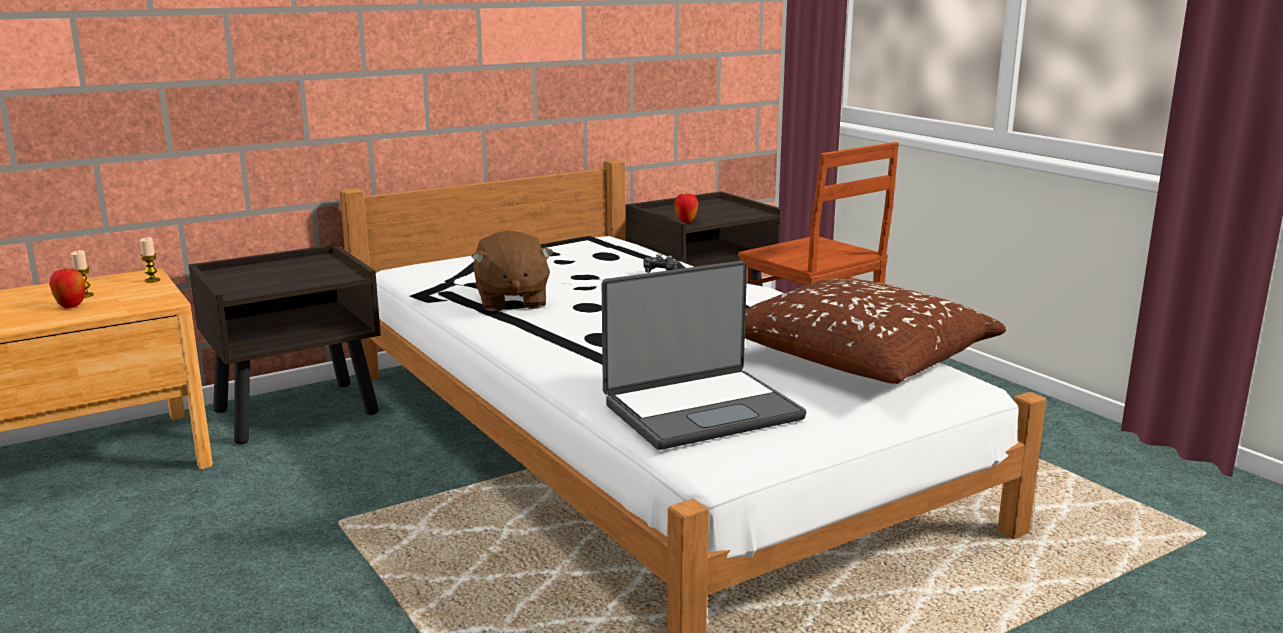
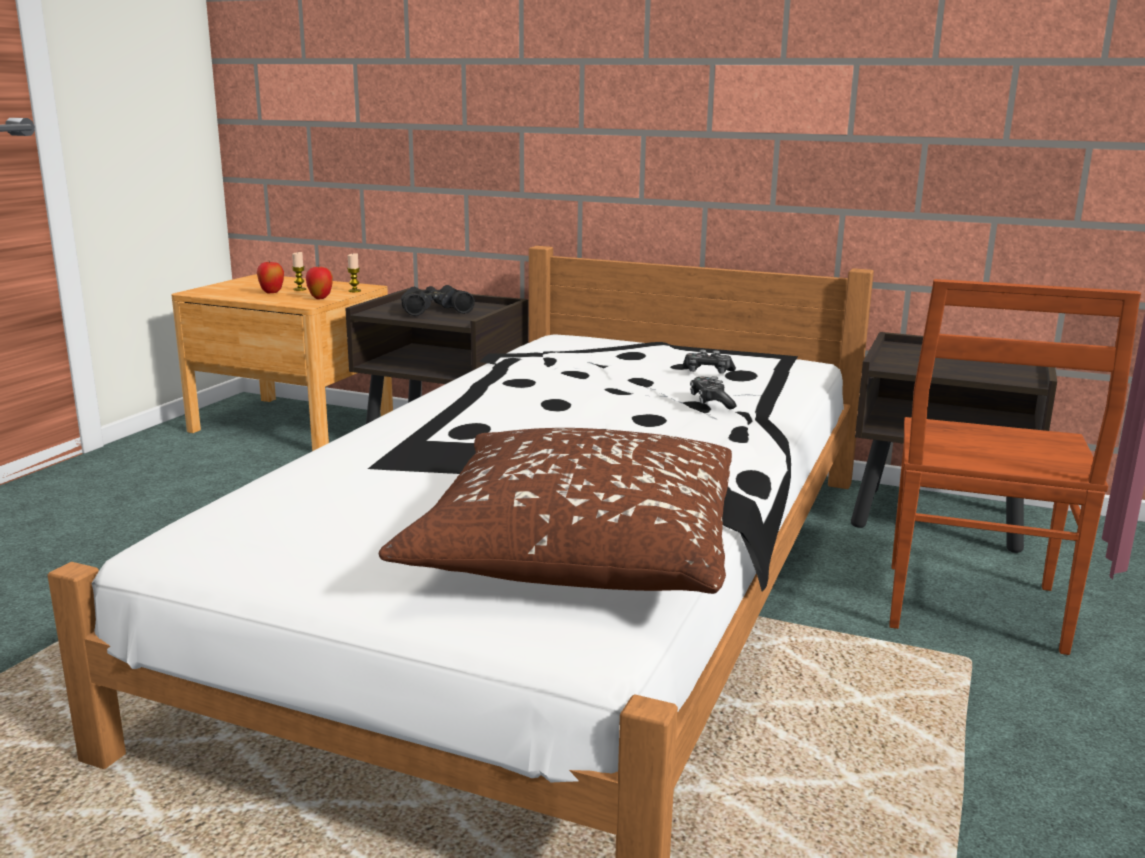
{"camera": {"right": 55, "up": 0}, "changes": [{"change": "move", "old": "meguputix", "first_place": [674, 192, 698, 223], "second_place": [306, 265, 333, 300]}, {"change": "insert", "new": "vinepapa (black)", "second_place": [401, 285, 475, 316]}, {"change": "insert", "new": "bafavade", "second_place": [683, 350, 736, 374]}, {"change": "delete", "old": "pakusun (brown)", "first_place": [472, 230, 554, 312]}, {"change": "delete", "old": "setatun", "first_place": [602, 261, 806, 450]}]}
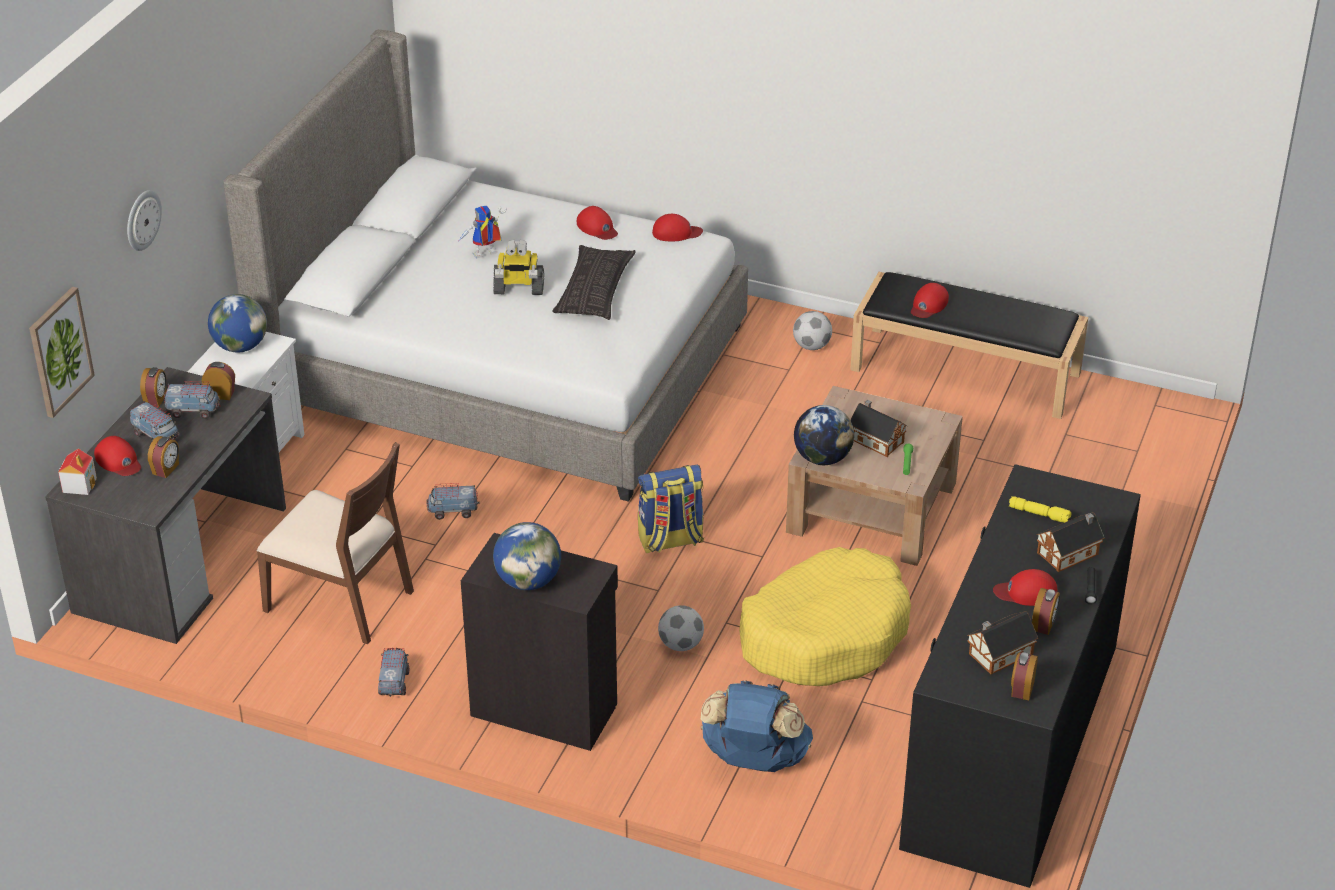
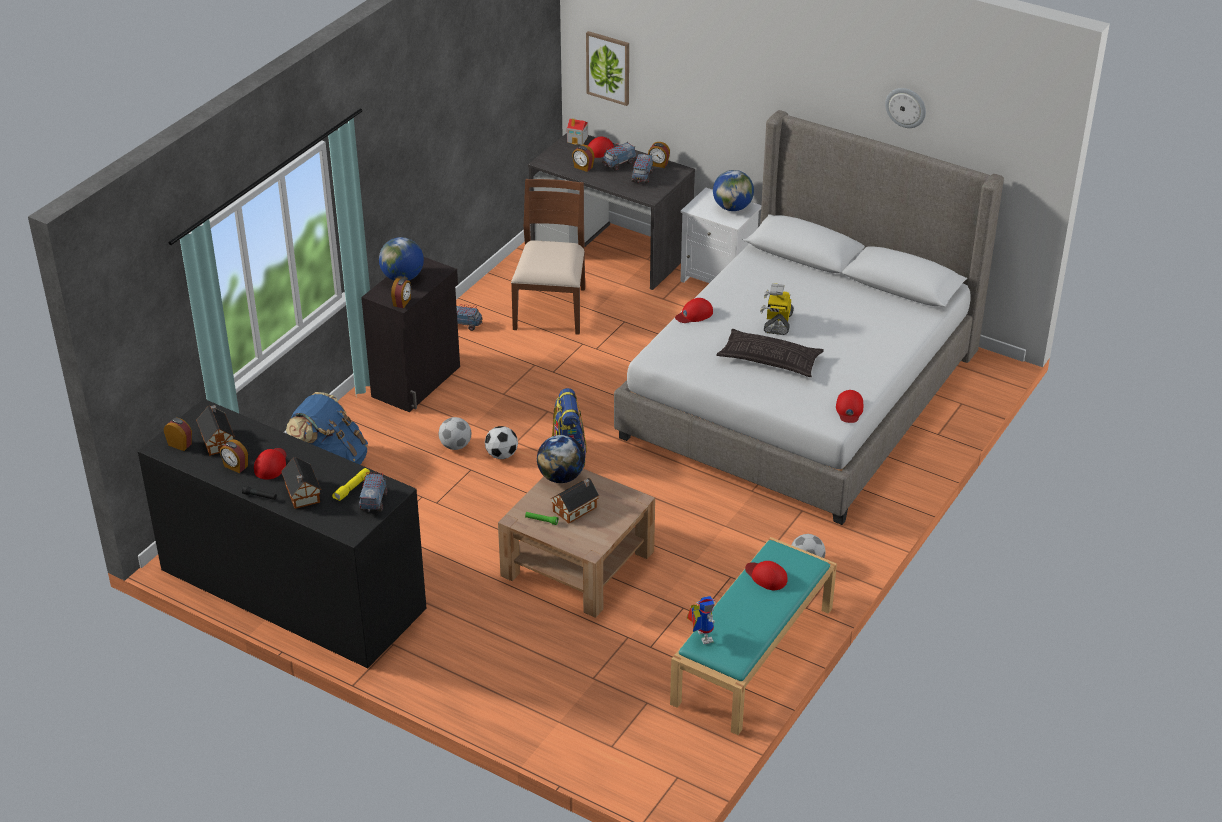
{"camera": {"right": 100, "up": 0}, "changes": [{"change": "move", "old": "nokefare", "first_place": [426, 483, 479, 520], "second_place": [359, 472, 387, 512]}, {"change": "move", "old": "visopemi", "first_place": [202, 362, 235, 400], "second_place": [391, 278, 411, 308]}, {"change": "insert", "new": "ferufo", "second_place": [485, 426, 518, 459]}, {"change": "rotate", "old": "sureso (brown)", "first_place": [257, 442, 414, 644], "second_place": [511, 179, 585, 335], "degrees": 150}, {"change": "recolor", "old": "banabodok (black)", "new": "banabodok (turquoise)", "first_place": [850, 272, 1088, 419], "second_place": [670, 537, 837, 735]}, {"change": "move", "old": "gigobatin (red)", "first_place": [577, 206, 618, 240], "second_place": [675, 298, 713, 323]}, {"change": "move", "old": "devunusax", "first_place": [457, 206, 507, 258], "second_place": [687, 596, 716, 644]}, {"change": "move", "old": "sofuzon", "first_place": [127, 190, 162, 251], "second_place": [885, 88, 926, 128]}, {"change": "delete", "old": "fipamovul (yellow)", "first_place": [739, 547, 911, 686]}]}
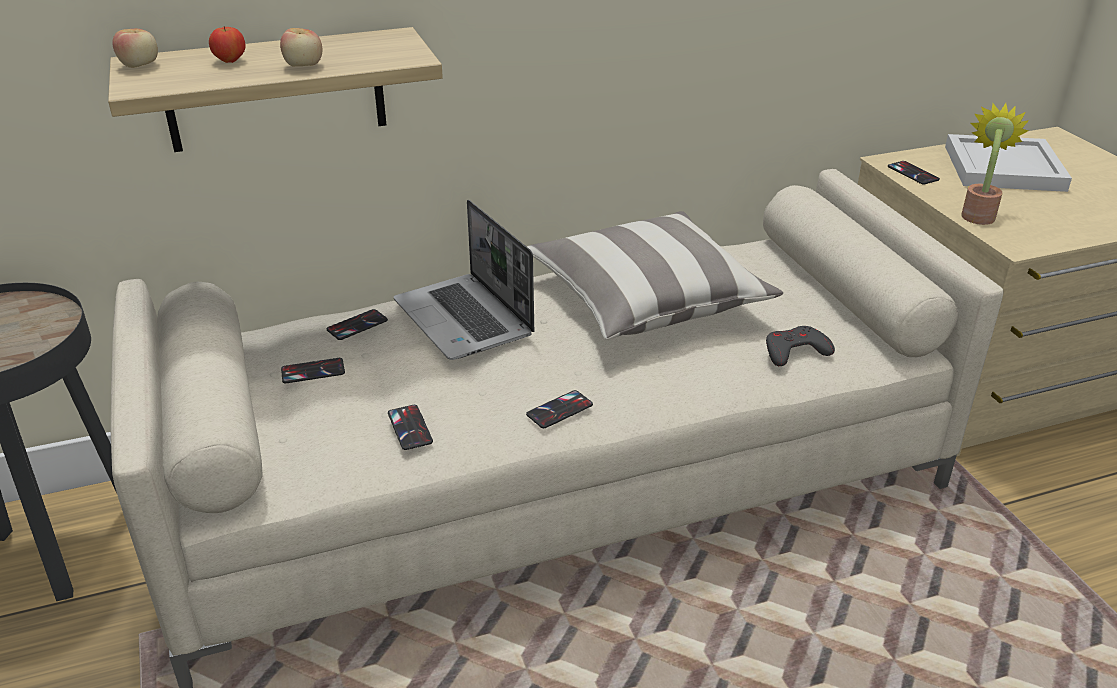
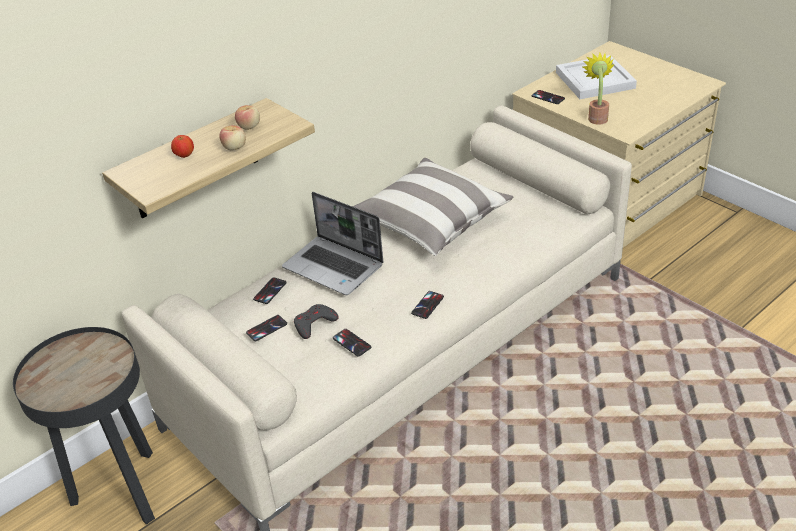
{"camera": {"right": -20, "up": 5}, "changes": [{"change": "move", "old": "meguputix", "first_place": [112, 29, 158, 68], "second_place": [235, 105, 260, 130]}, {"change": "move", "old": "bafavade (grey)", "first_place": [766, 326, 835, 366], "second_place": [294, 304, 339, 339]}]}
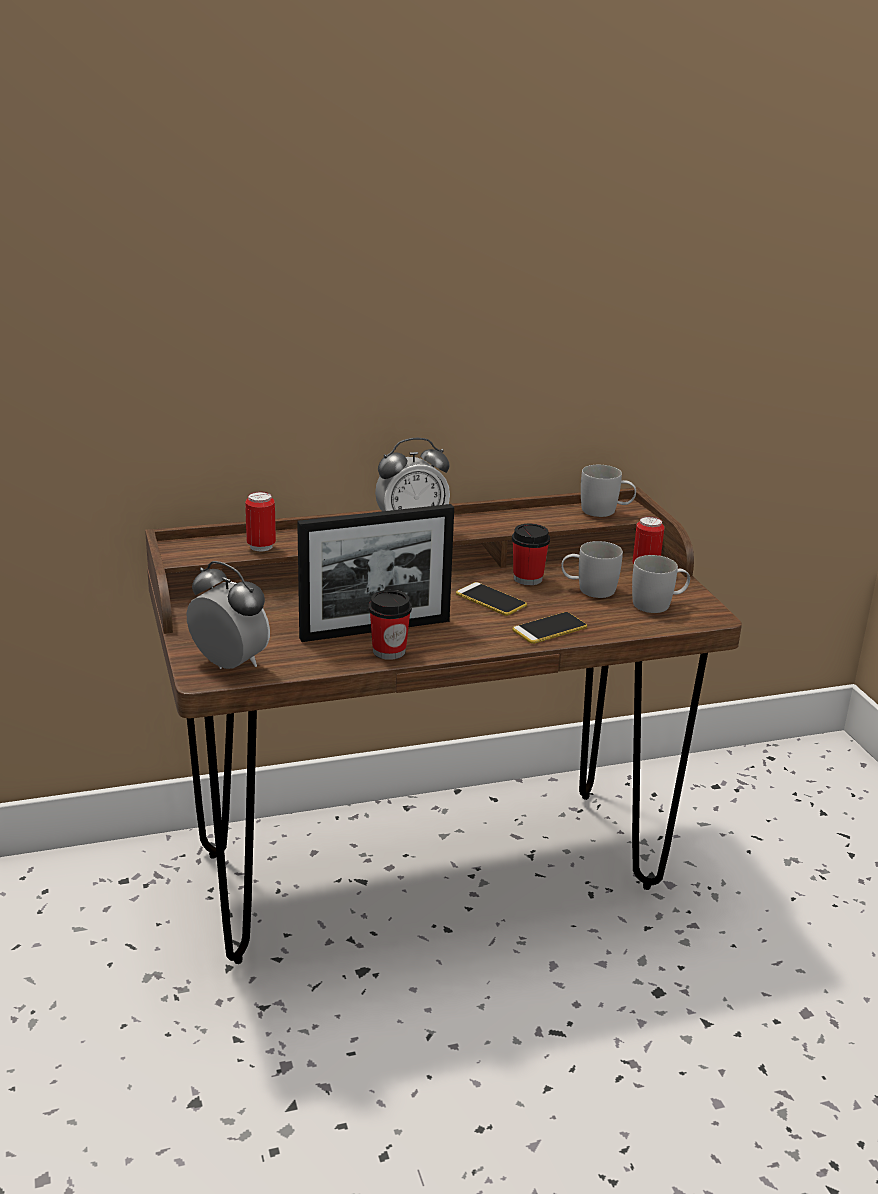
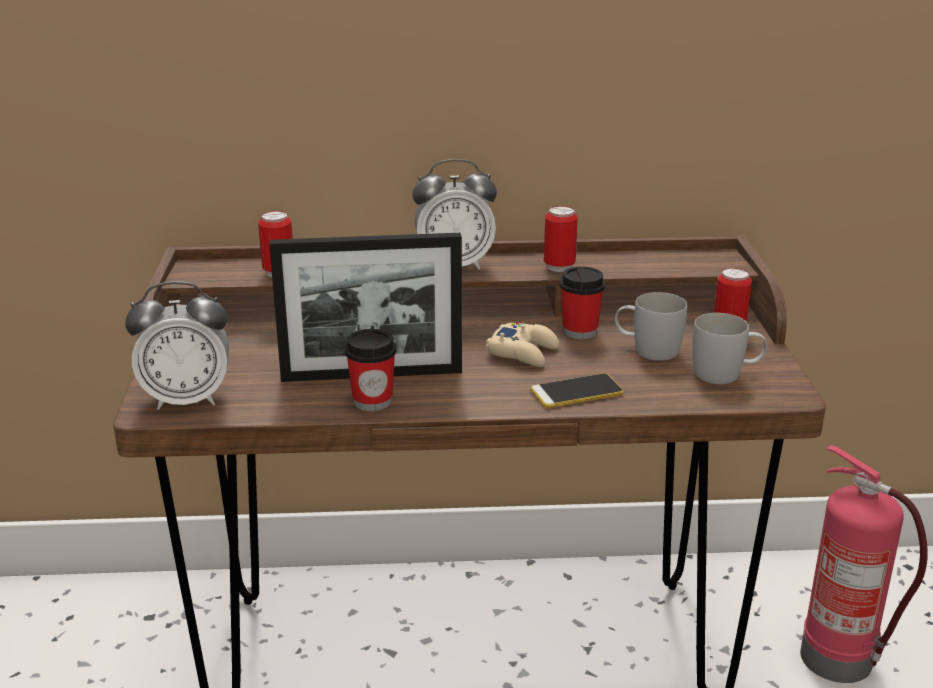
{"camera": {"right": 15, "up": 0}, "changes": [{"change": "rotate", "old": "visopemi", "first_place": [187, 561, 270, 669], "second_place": [125, 281, 229, 410], "degrees": 120}, {"change": "replace", "old": "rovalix", "new": "bafavade (beige)", "first_place": [456, 582, 527, 616], "second_place": [486, 322, 560, 367]}, {"change": "insert", "new": "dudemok", "second_place": [544, 206, 578, 272]}, {"change": "insert", "new": "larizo", "second_place": [800, 445, 928, 683]}, {"change": "delete", "old": "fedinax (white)", "first_place": [581, 465, 636, 517]}]}
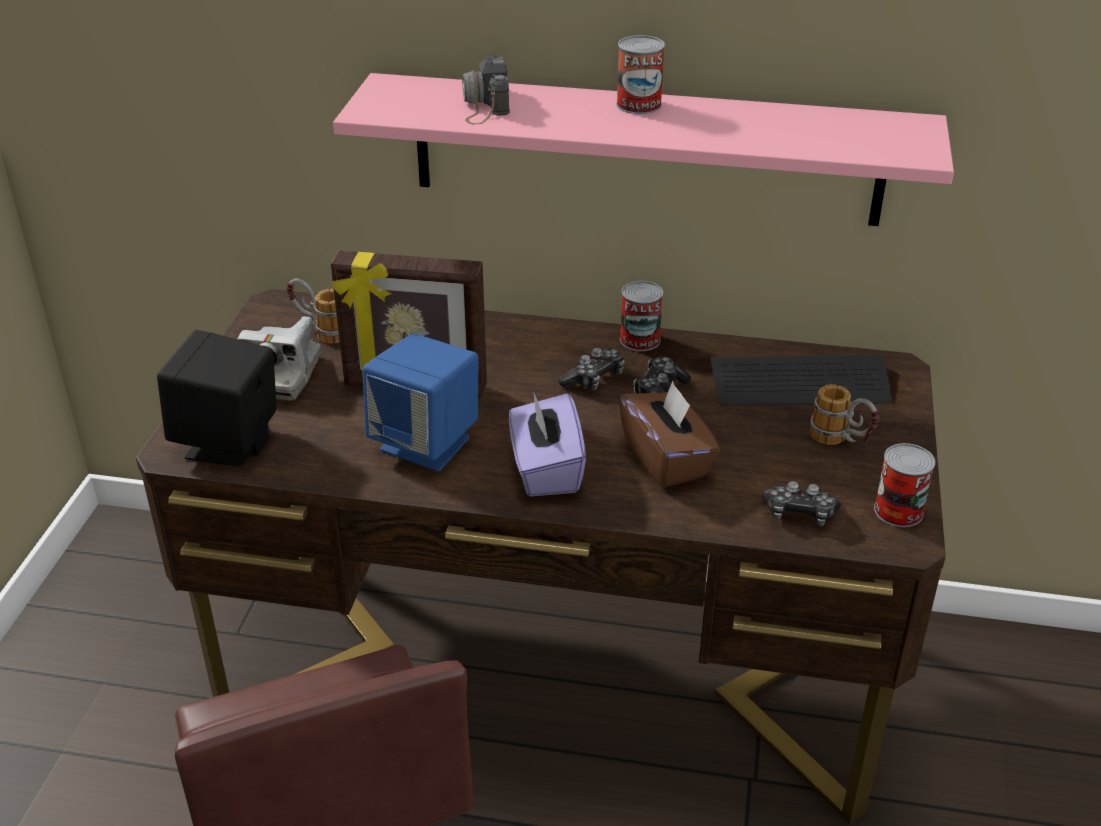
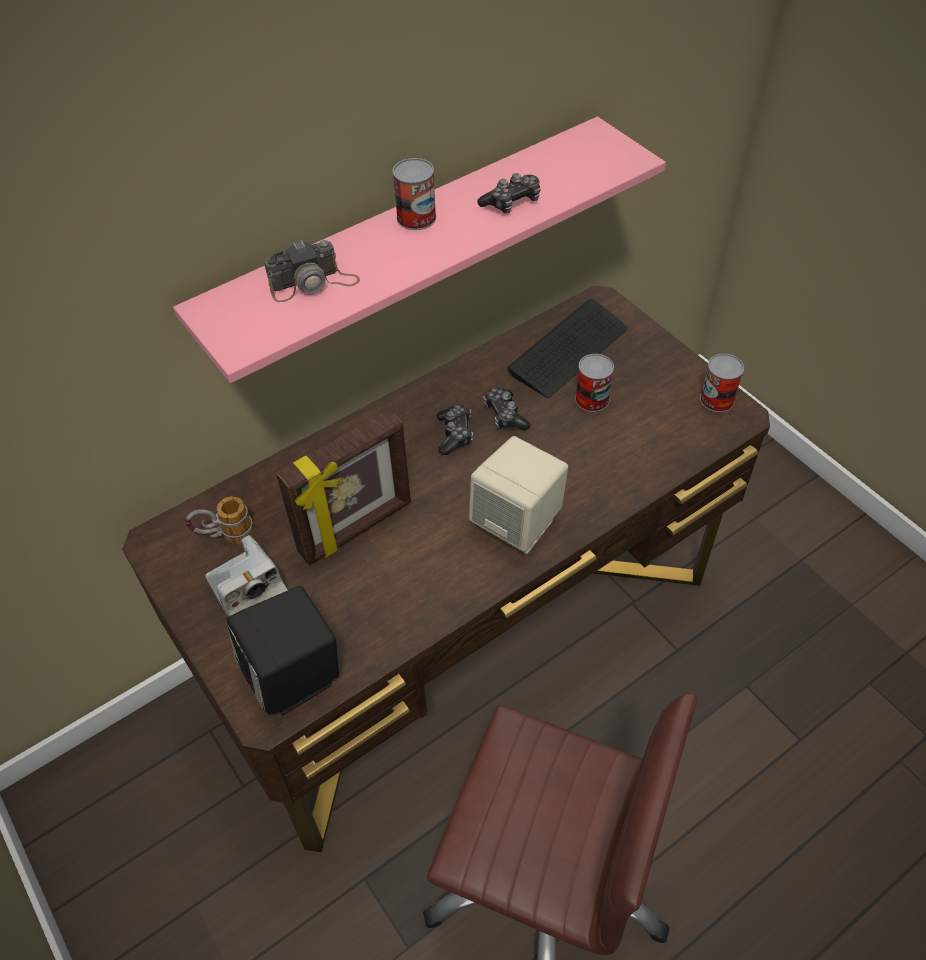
{"camera": {"right": -45, "up": 15}, "changes": [{"change": "rotate", "old": "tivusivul", "first_place": [462, 55, 510, 124], "second_place": [264, 240, 360, 302], "degrees": -60}, {"change": "replace", "old": "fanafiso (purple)", "new": "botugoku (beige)", "first_place": [509, 394, 586, 497], "second_place": [469, 436, 568, 554]}, {"change": "move", "old": "bafavade", "first_place": [762, 481, 841, 526], "second_place": [477, 173, 540, 214]}, {"change": "move", "old": "dudemok", "first_place": [620, 281, 663, 351], "second_place": [575, 354, 614, 412]}, {"change": "delete", "old": "botugoku (blue)", "first_place": [363, 333, 479, 471]}, {"change": "delete", "old": "fanafiso (brown)", "first_place": [619, 381, 720, 488]}, {"change": "delete", "old": "fedinax", "first_place": [810, 384, 880, 445]}]}
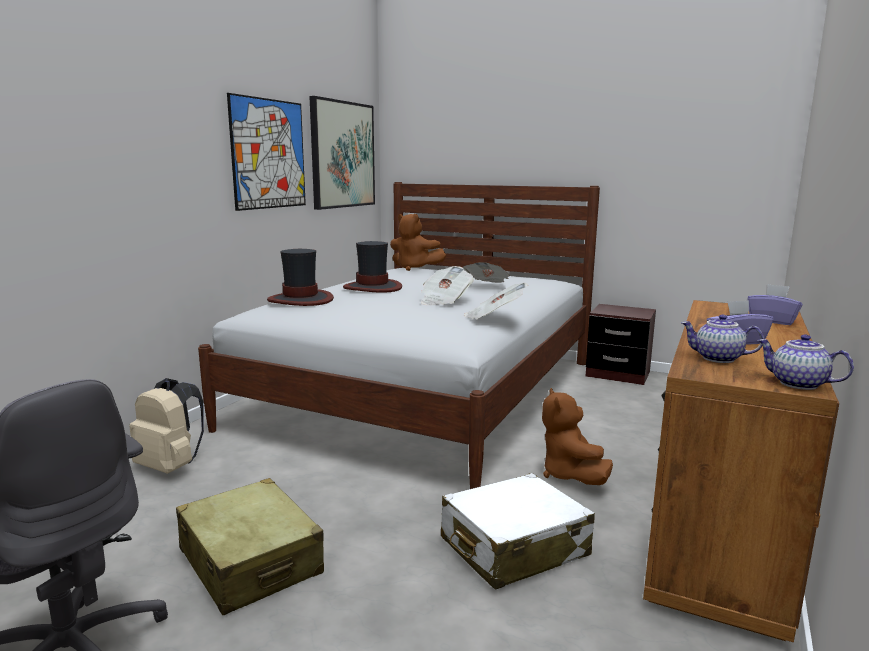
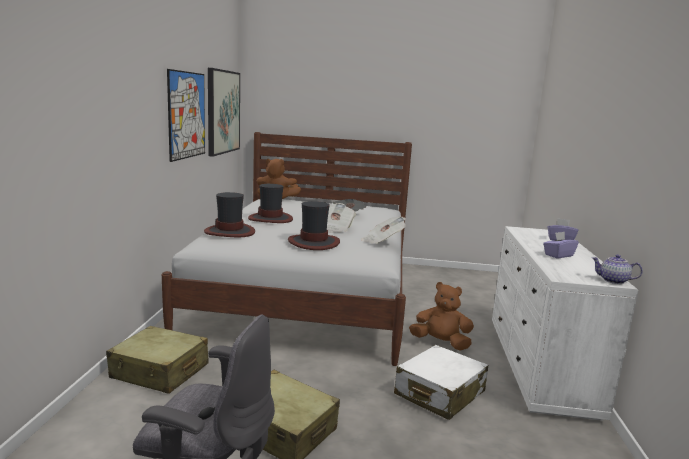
{"camera": {"right": -20, "up": 0}, "changes": [{"change": "replace", "old": "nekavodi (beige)", "new": "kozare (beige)", "first_place": [130, 378, 204, 474], "second_place": [106, 326, 209, 394]}, {"change": "insert", "new": "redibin", "second_place": [288, 201, 340, 250]}, {"change": "rotate", "old": "pakusun (brown)", "first_place": [542, 388, 613, 485], "second_place": [409, 282, 474, 351], "degrees": 135}, {"change": "recolor", "old": "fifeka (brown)", "new": "fifeka (white)", "first_place": [643, 300, 839, 642], "second_place": [492, 226, 638, 421]}, {"change": "delete", "old": "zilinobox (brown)", "first_place": [586, 304, 656, 385]}, {"change": "delete", "old": "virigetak", "first_place": [681, 315, 764, 363]}]}
